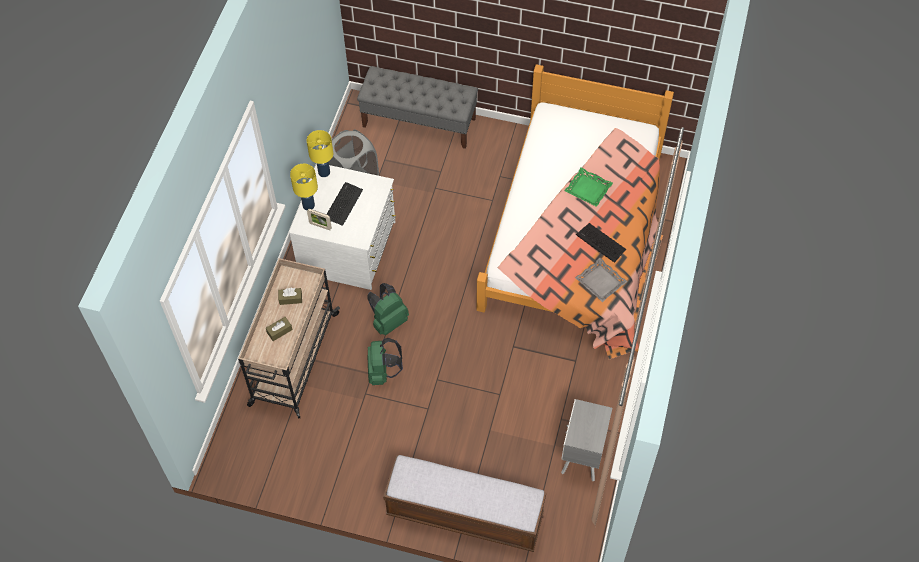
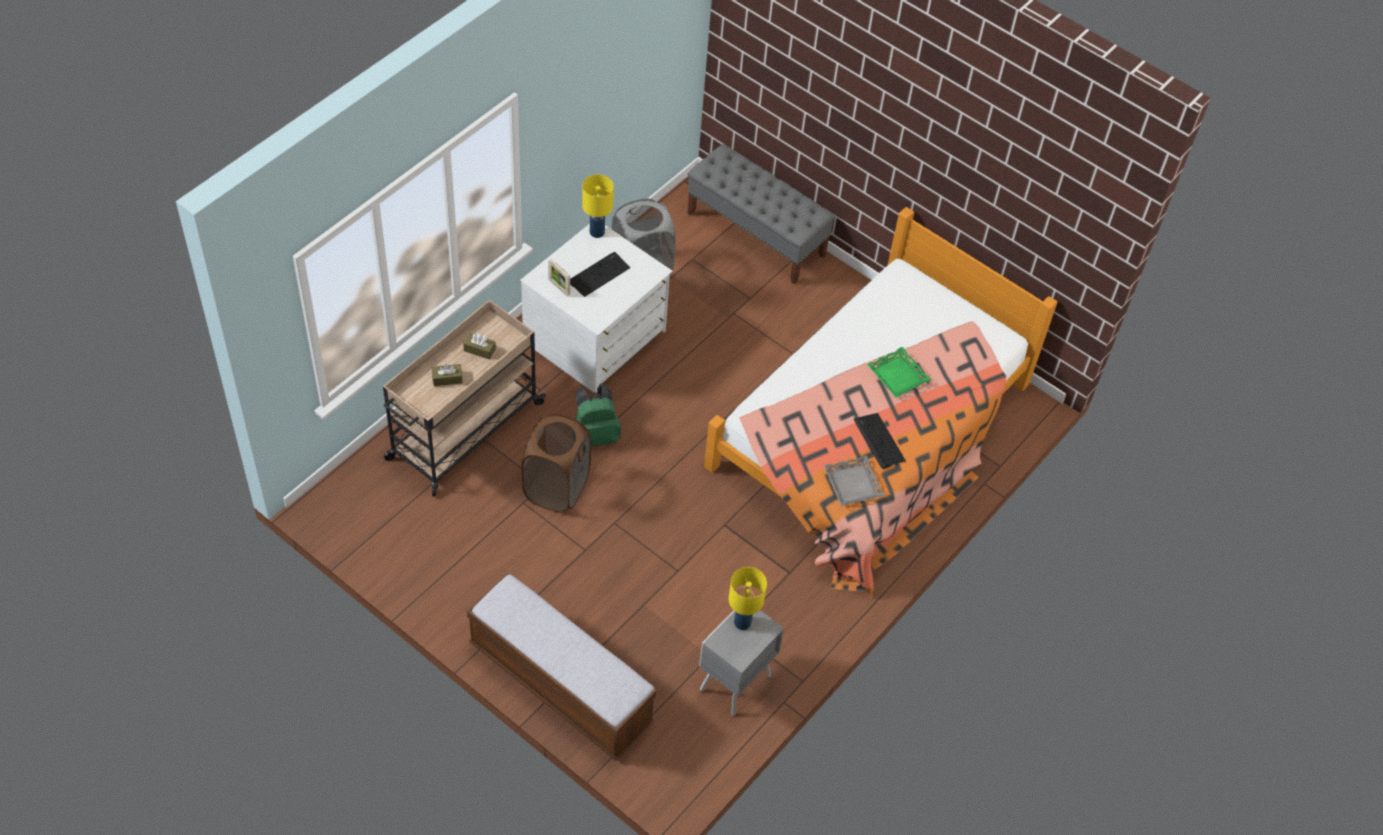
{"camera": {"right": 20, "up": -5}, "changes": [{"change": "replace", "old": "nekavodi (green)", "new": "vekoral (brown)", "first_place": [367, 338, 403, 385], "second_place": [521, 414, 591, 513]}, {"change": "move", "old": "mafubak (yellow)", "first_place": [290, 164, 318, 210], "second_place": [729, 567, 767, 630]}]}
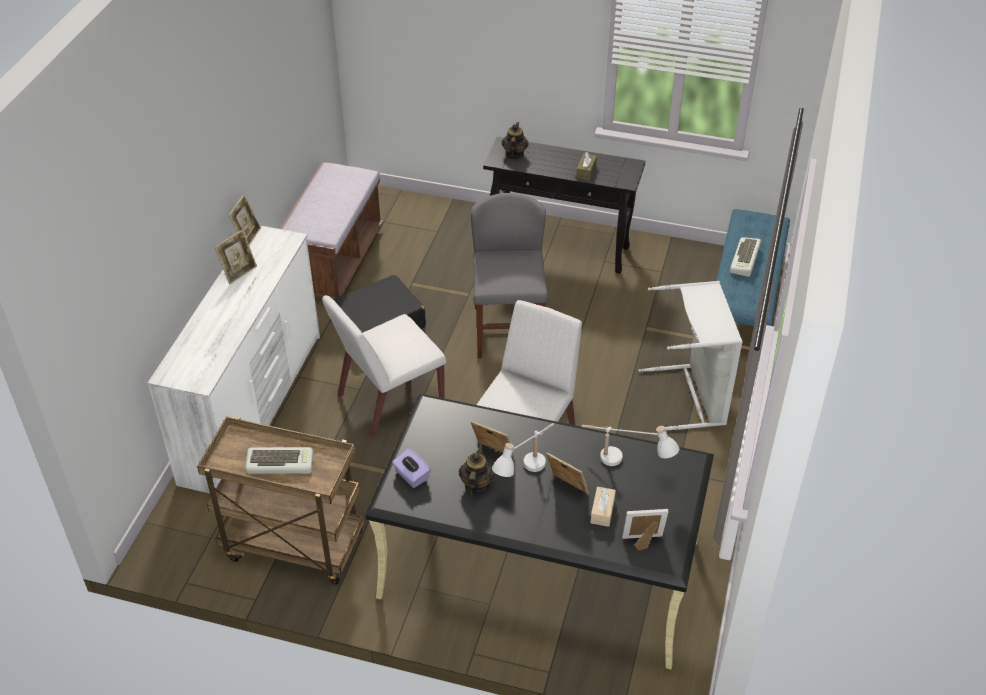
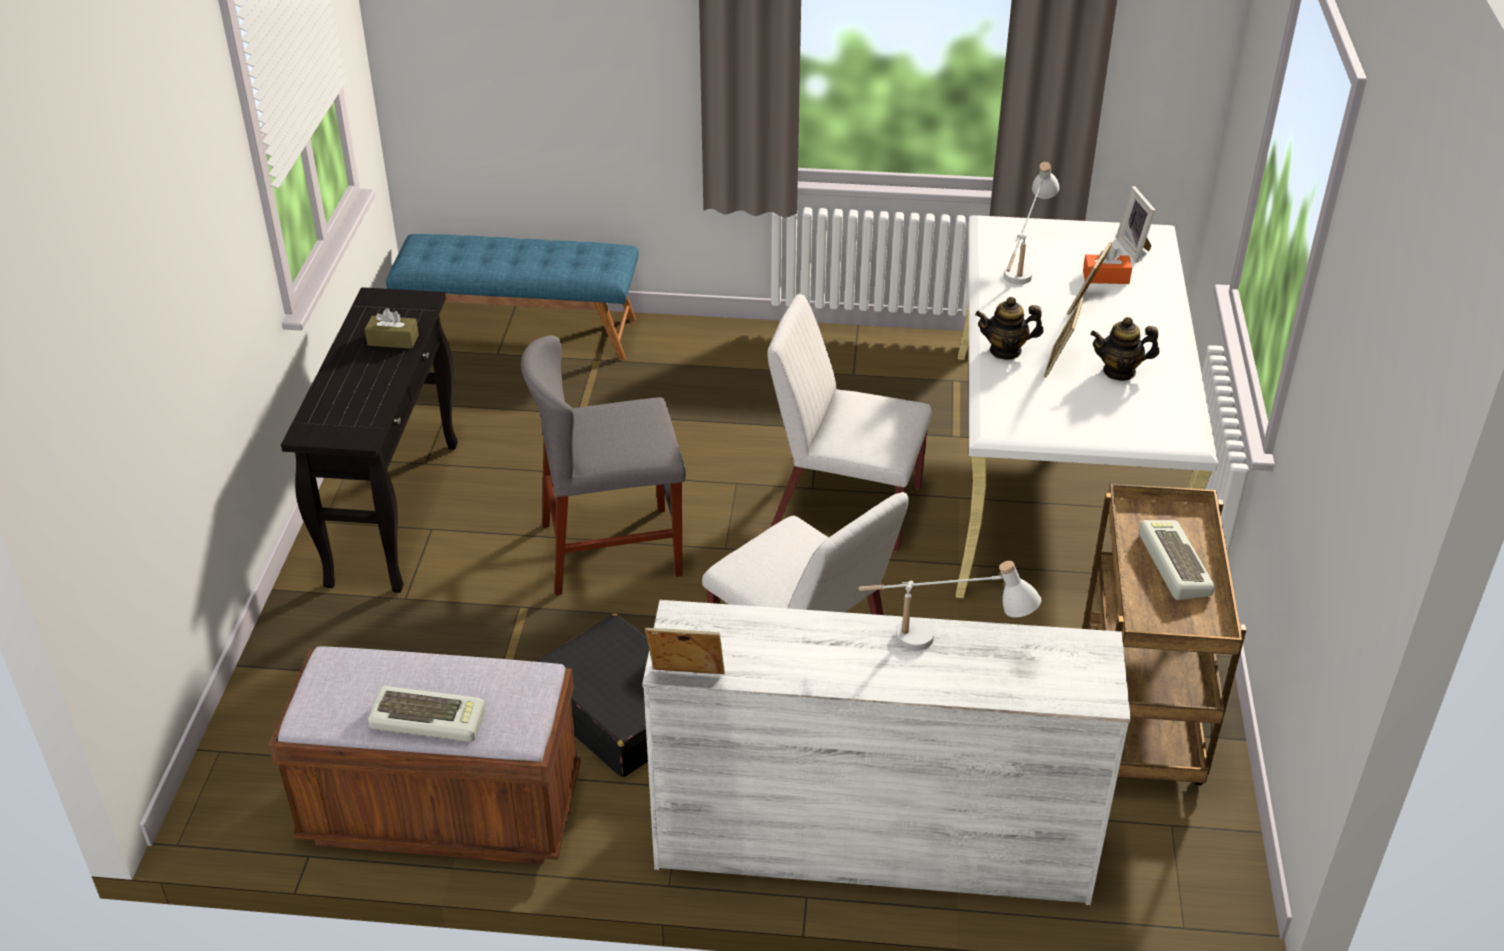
{"camera": {"right": -100, "up": -5}, "changes": [{"change": "move", "old": "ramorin", "first_place": [730, 237, 761, 277], "second_place": [368, 686, 485, 742]}, {"change": "move", "old": "mafubak (white)", "first_place": [492, 423, 555, 477], "second_place": [859, 561, 1041, 651]}, {"change": "recolor", "old": "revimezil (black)", "new": "revimezil (white)", "first_place": [365, 394, 714, 669], "second_place": [956, 215, 1218, 598]}, {"change": "move", "old": "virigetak", "first_place": [502, 122, 529, 159], "second_place": [975, 297, 1044, 360]}, {"change": "recolor", "old": "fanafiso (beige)", "new": "fanafiso (orange)", "first_place": [590, 487, 616, 527], "second_place": [1083, 246, 1132, 284]}, {"change": "delete", "old": "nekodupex", "first_place": [215, 229, 257, 284]}, {"change": "delete", "old": "fanafiso (purple)", "first_place": [392, 448, 431, 488]}, {"change": "delete", "old": "vekoral (grey)", "first_place": [638, 281, 743, 430]}]}
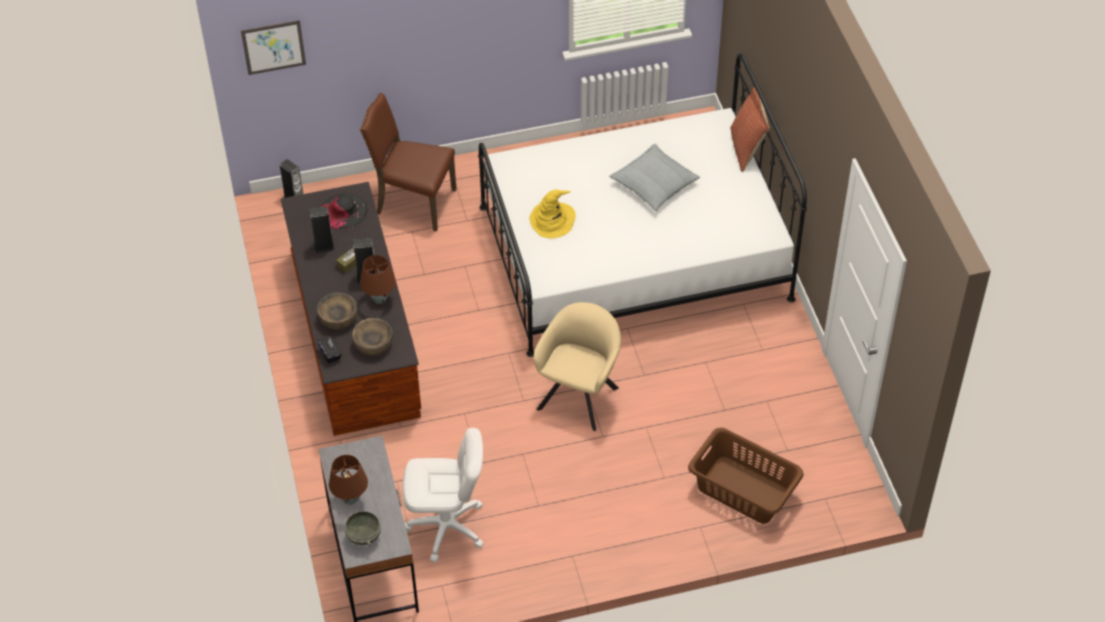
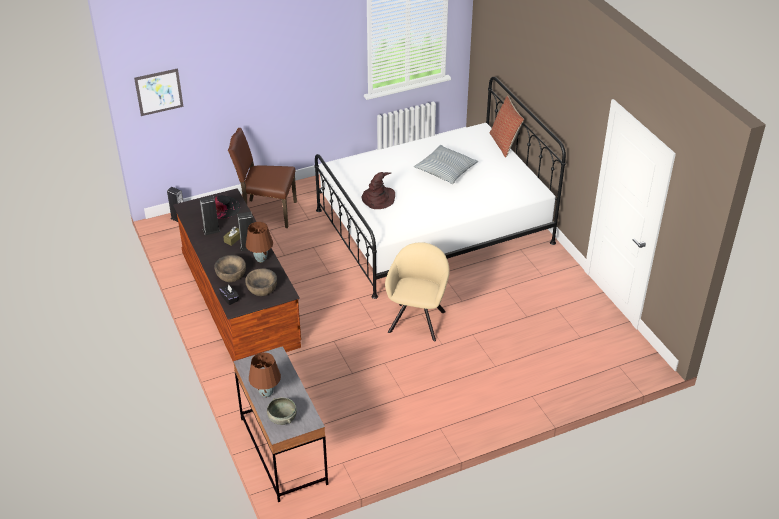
{"camera": {"right": -10, "up": -10}, "changes": [{"change": "recolor", "old": "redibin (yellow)", "new": "redibin (brown)", "first_place": [530, 189, 576, 238], "second_place": [361, 172, 395, 209]}, {"change": "delete", "old": "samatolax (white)", "first_place": [403, 428, 484, 562]}, {"change": "delete", "old": "vekoral (brown)", "first_place": [688, 428, 803, 524]}]}
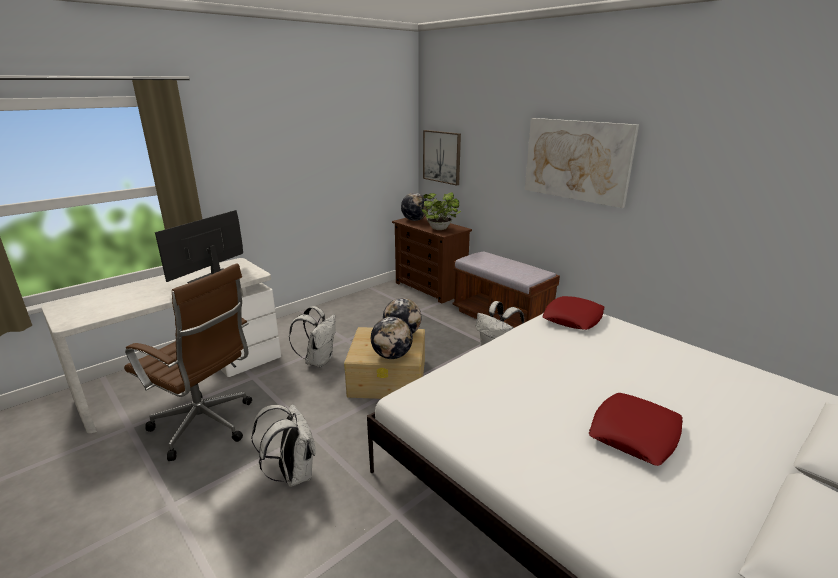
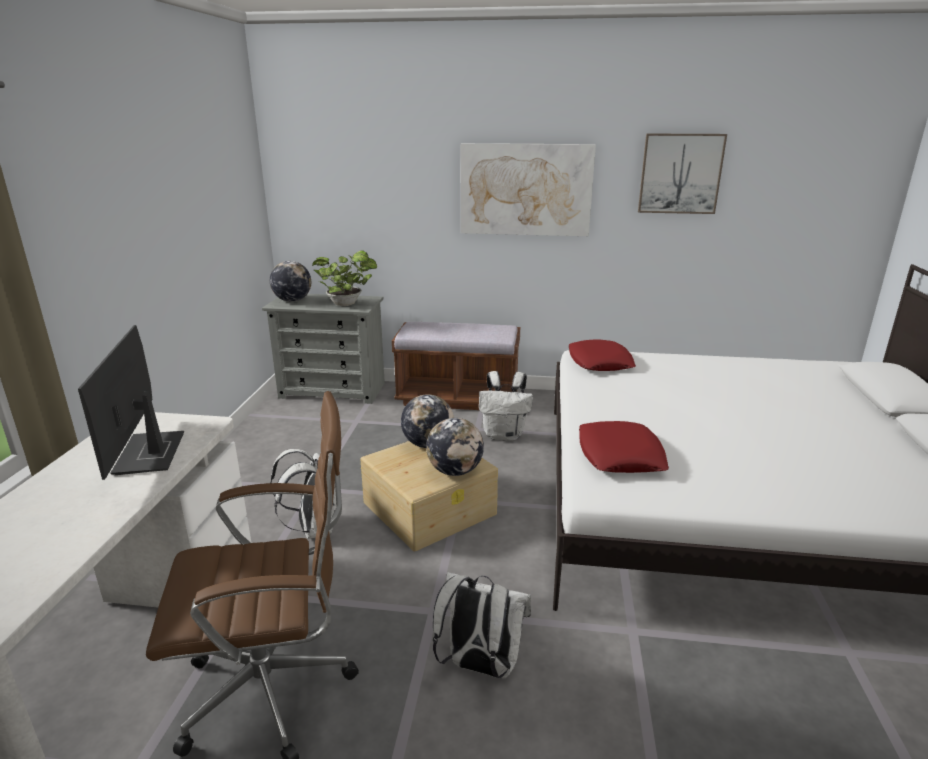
{"camera": {"right": -40, "up": 0}, "changes": [{"change": "recolor", "old": "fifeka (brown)", "new": "fifeka (grey)", "first_place": [392, 216, 472, 304], "second_place": [262, 294, 385, 404]}, {"change": "move", "old": "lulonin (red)", "first_place": [589, 393, 683, 466], "second_place": [579, 421, 669, 473]}, {"change": "move", "old": "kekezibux", "first_place": [423, 130, 461, 186], "second_place": [638, 134, 727, 214]}]}
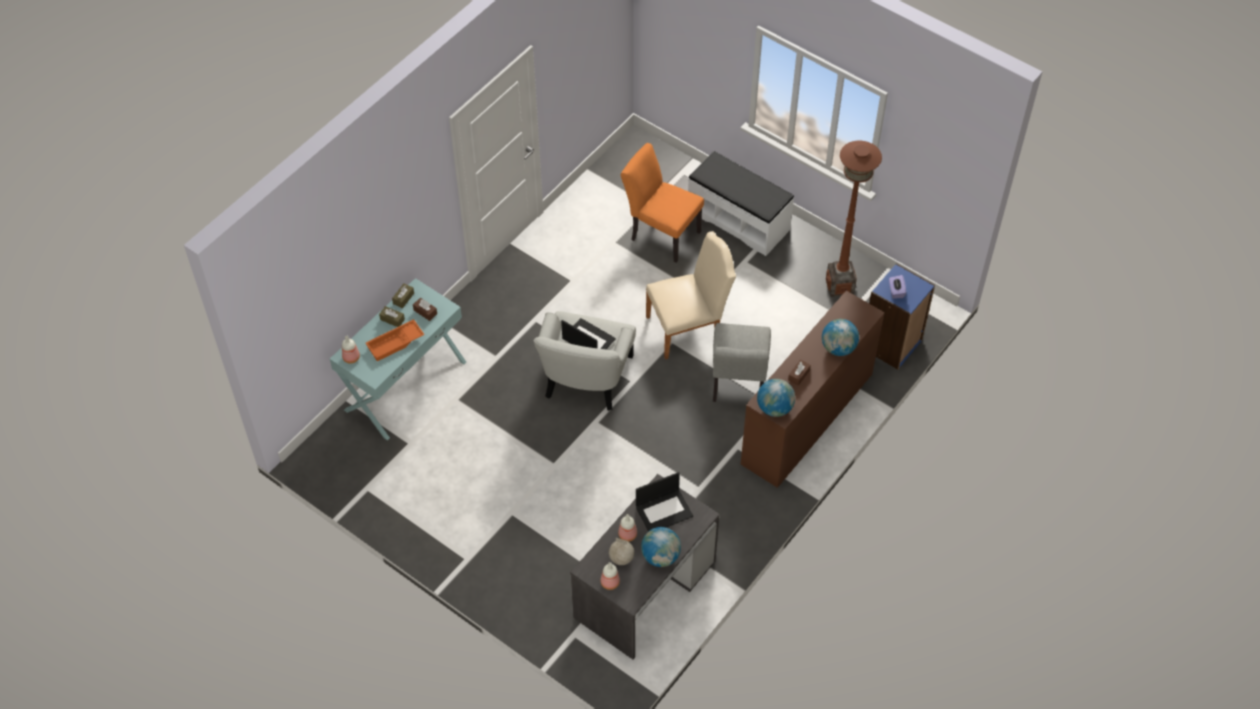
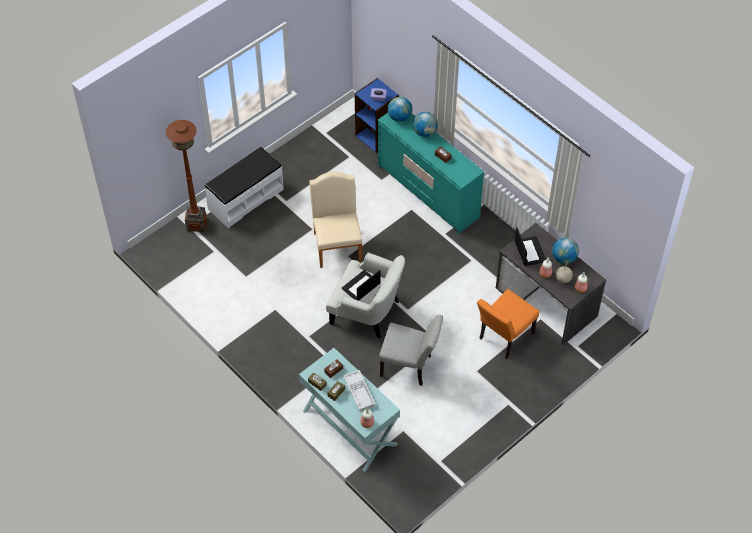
{"camera": {"right": -80, "up": 0}, "changes": [{"change": "move", "old": "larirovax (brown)", "first_place": [826, 141, 882, 297], "second_place": [166, 120, 207, 232]}, {"change": "recolor", "old": "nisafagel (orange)", "new": "nisafagel (white)", "first_place": [366, 319, 425, 361], "second_place": [344, 370, 375, 411]}, {"change": "recolor", "old": "fifeka (brown)", "new": "fifeka (turquoise)", "first_place": [741, 291, 885, 488], "second_place": [378, 113, 484, 234]}, {"change": "move", "old": "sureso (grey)", "first_place": [713, 323, 771, 402], "second_place": [379, 315, 443, 386]}, {"change": "move", "old": "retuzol", "first_place": [757, 379, 795, 417], "second_place": [388, 97, 413, 122]}, {"change": "move", "old": "sureso (orange)", "first_place": [621, 143, 704, 263], "second_place": [477, 289, 539, 359]}]}
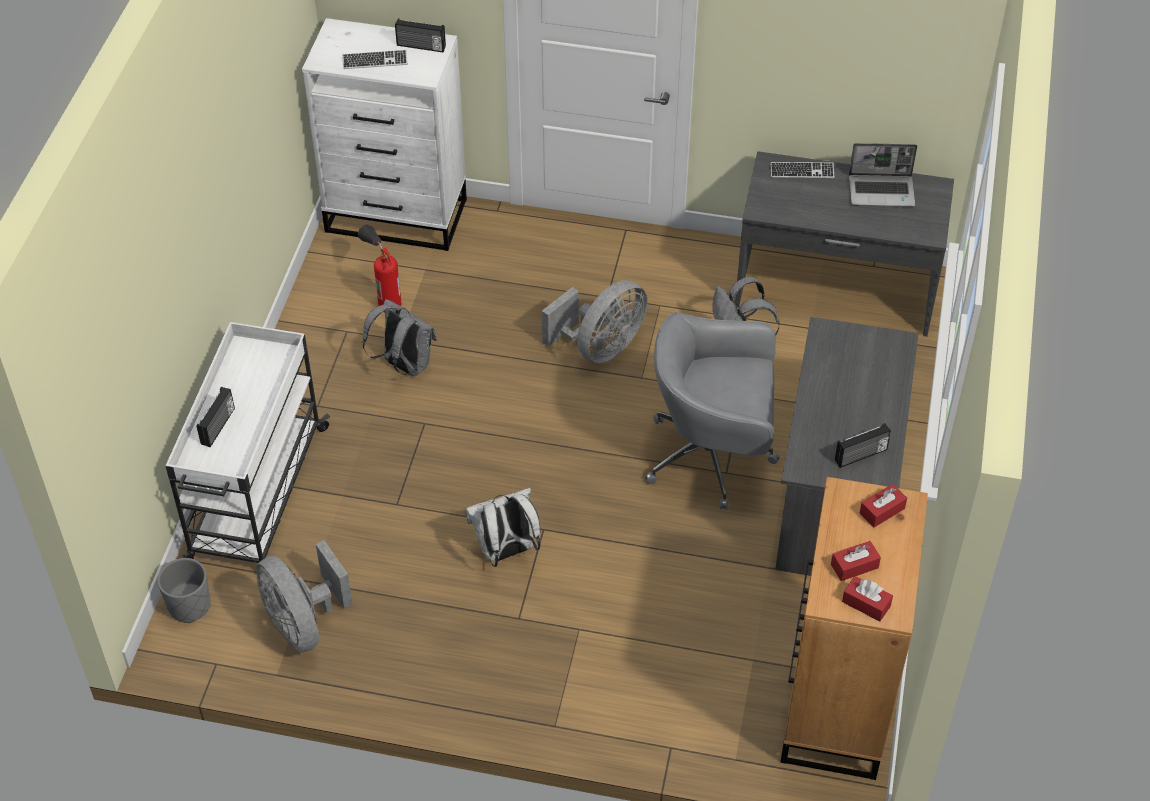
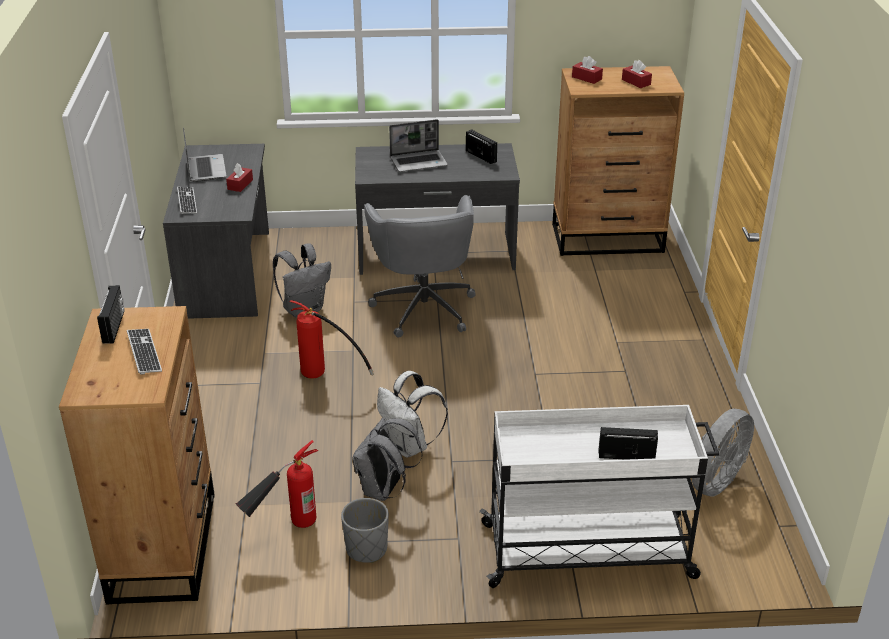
{"camera": {"right": -105, "up": -15}, "changes": [{"change": "recolor", "old": "fifeka (white)", "new": "fifeka (brown)", "first_place": [302, 18, 467, 251], "second_place": [59, 306, 215, 605]}, {"change": "move", "old": "fanafiso (red)", "first_place": [842, 576, 893, 622], "second_place": [226, 163, 253, 192]}, {"change": "replace", "old": "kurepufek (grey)", "new": "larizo", "first_place": [542, 280, 647, 364], "second_place": [289, 300, 374, 379]}, {"change": "move", "old": "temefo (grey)", "first_place": [157, 558, 210, 623], "second_place": [341, 498, 389, 563]}, {"change": "move", "old": "nekavodi (white)", "first_place": [465, 488, 541, 567], "second_place": [377, 371, 448, 458]}, {"change": "insert", "new": "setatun", "second_place": [389, 119, 448, 172]}]}
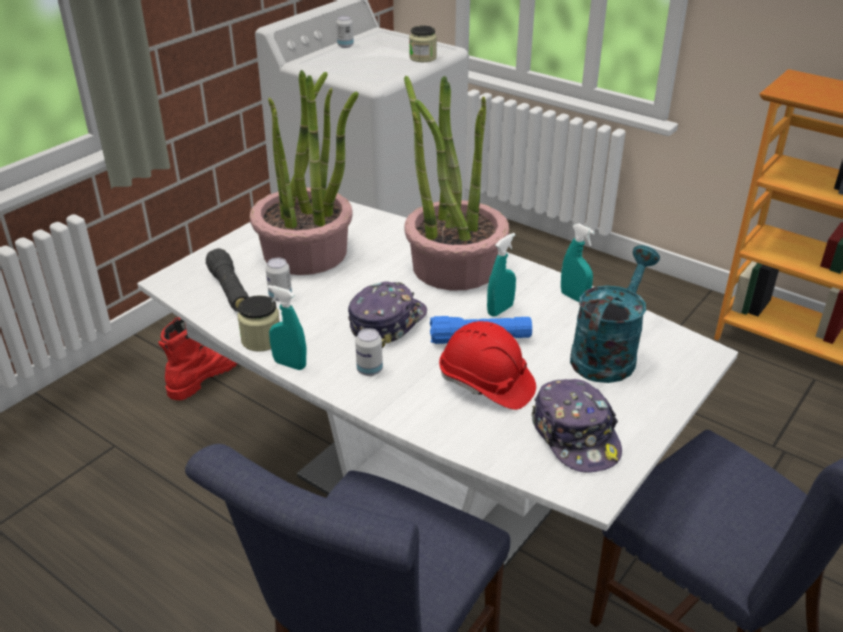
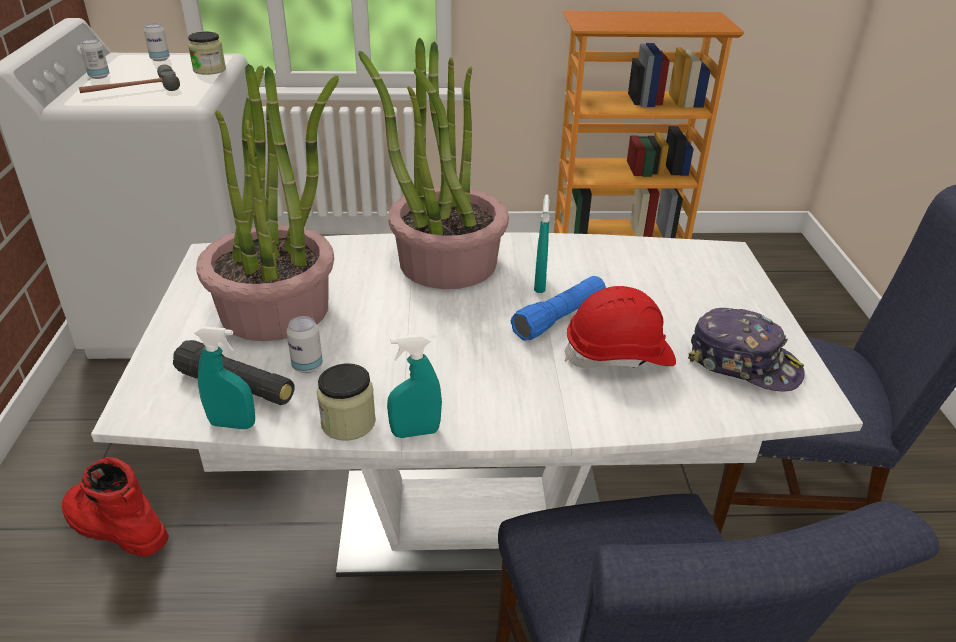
{"camera": {"right": -40, "up": 0}, "changes": [{"change": "rotate", "old": "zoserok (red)", "first_place": [159, 317, 237, 400], "second_place": [61, 457, 169, 557], "degrees": -60}, {"change": "insert", "new": "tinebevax", "second_place": [79, 64, 180, 93]}, {"change": "move", "old": "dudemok", "first_place": [355, 328, 383, 376], "second_place": [144, 23, 170, 61]}, {"change": "move", "old": "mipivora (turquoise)", "first_place": [561, 223, 595, 302], "second_place": [194, 326, 255, 429]}, {"change": "delete", "old": "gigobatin", "first_place": [348, 281, 427, 348]}, {"change": "delete", "old": "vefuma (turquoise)", "first_place": [570, 245, 660, 383]}]}
